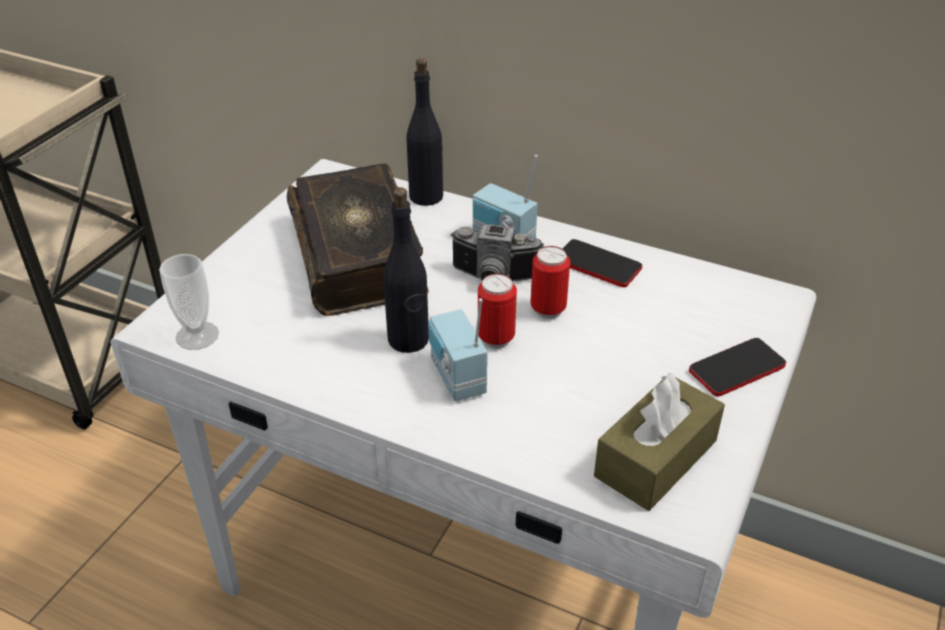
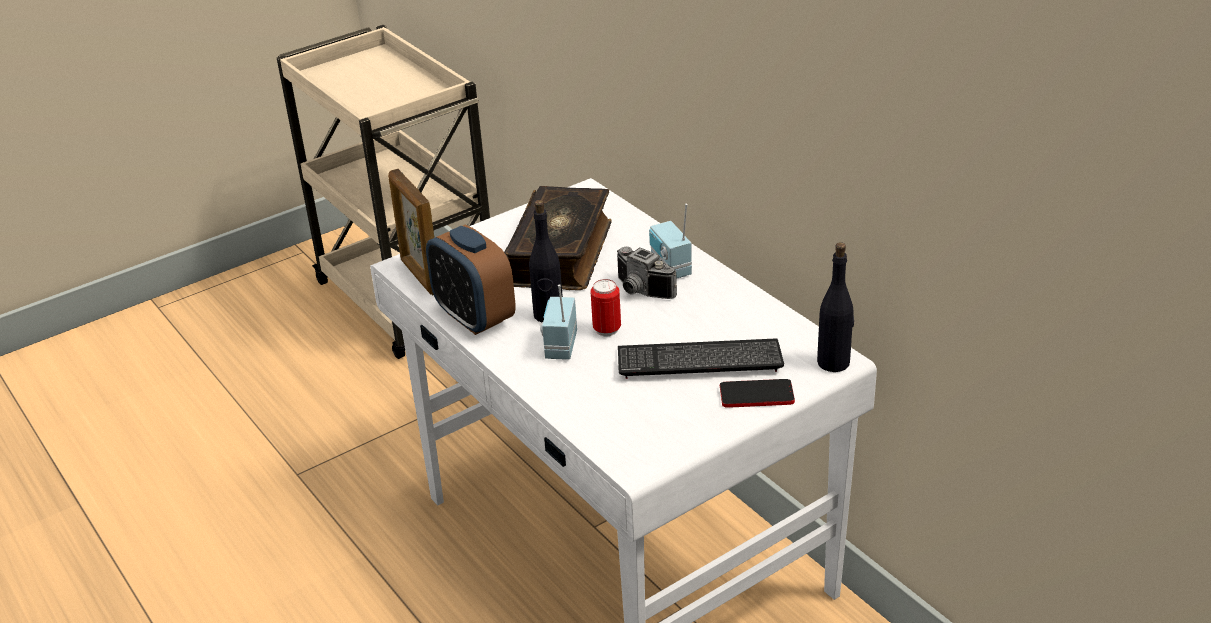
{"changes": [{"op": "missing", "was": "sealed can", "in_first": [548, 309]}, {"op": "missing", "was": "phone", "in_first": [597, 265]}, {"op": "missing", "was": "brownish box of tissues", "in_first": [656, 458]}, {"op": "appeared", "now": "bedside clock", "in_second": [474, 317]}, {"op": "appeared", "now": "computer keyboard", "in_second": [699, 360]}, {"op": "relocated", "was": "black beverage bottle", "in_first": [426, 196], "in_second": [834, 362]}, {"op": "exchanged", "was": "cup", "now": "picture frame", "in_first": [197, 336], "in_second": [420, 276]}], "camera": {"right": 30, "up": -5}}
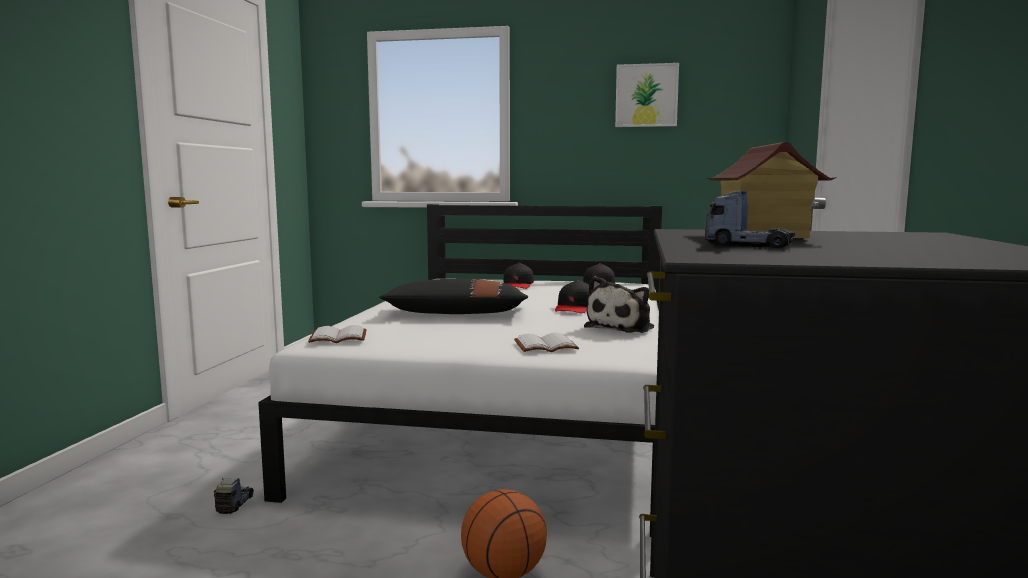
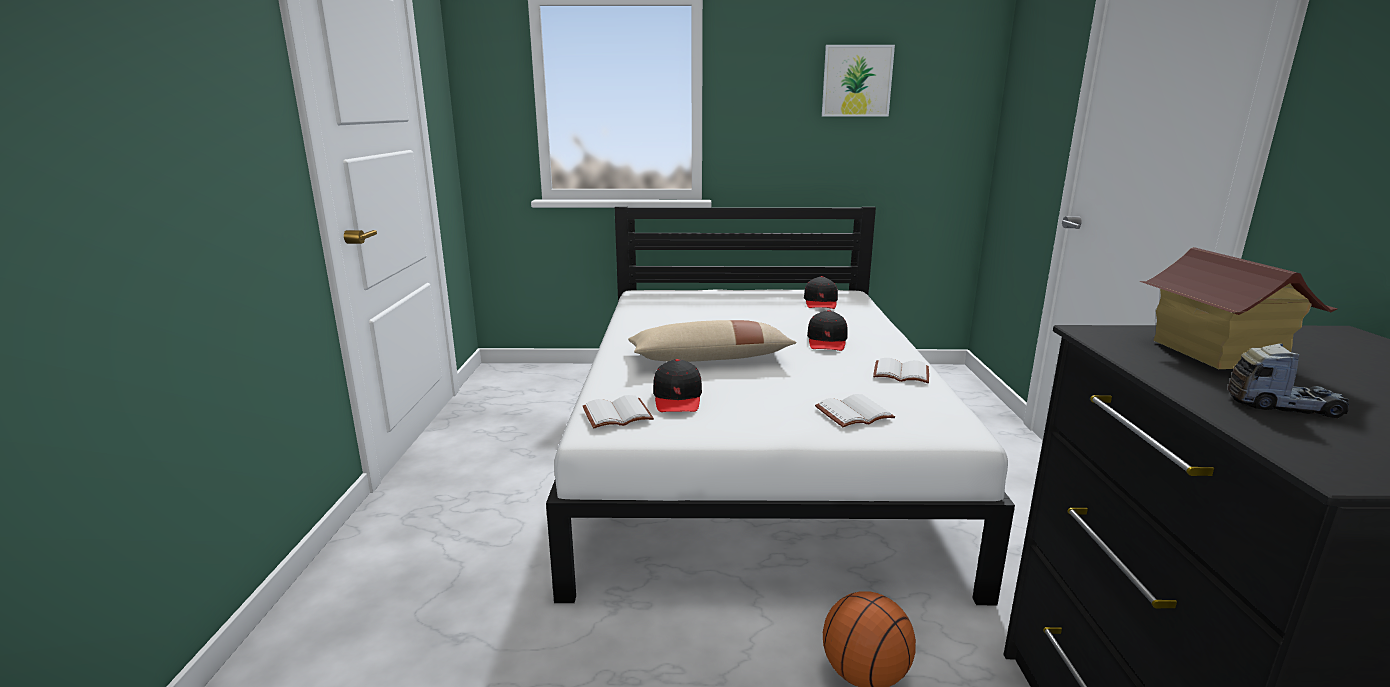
{"changes": [{"op": "missing", "was": "toy truck", "in_first": [234, 504]}, {"op": "relocated", "was": "black peaked cap", "in_first": [518, 285], "in_second": [678, 398]}, {"op": "exchanged", "was": "cuddly toy", "now": "white-coloured book", "in_first": [622, 327], "in_second": [902, 373]}, {"op": "colour", "was": "black pillow", "now": "beige-coloured pillow", "in_first": [457, 314], "in_second": [710, 359]}], "camera": {"right": -10, "up": 10}}
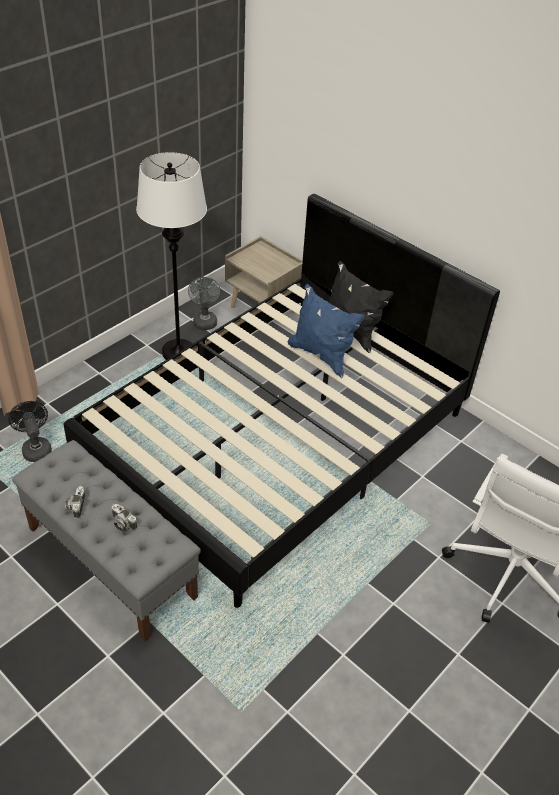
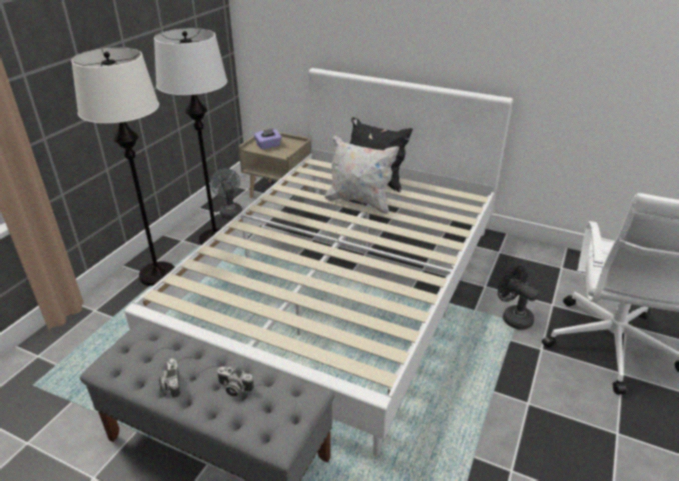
{"changes": [{"op": "appeared", "now": "white-coloured floor lamp", "in_second": [158, 275]}, {"op": "appeared", "now": "purple-coloured box of tissues", "in_second": [268, 146]}, {"op": "relocated", "was": "black fan", "in_first": [35, 448], "in_second": [513, 317]}, {"op": "colour", "was": "black bed", "now": "white-coloured bed", "in_first": [277, 438], "in_second": [340, 287]}, {"op": "colour", "was": "blue pillow", "now": "white-coloured pillow", "in_first": [321, 355], "in_second": [359, 201]}], "camera": {"right": -15, "up": -10}}
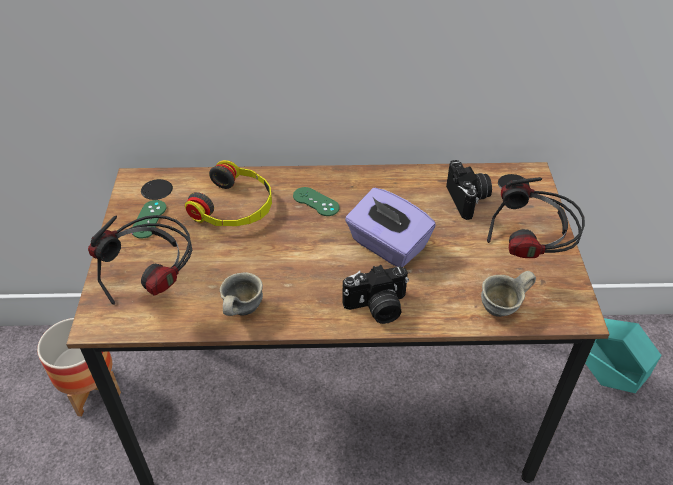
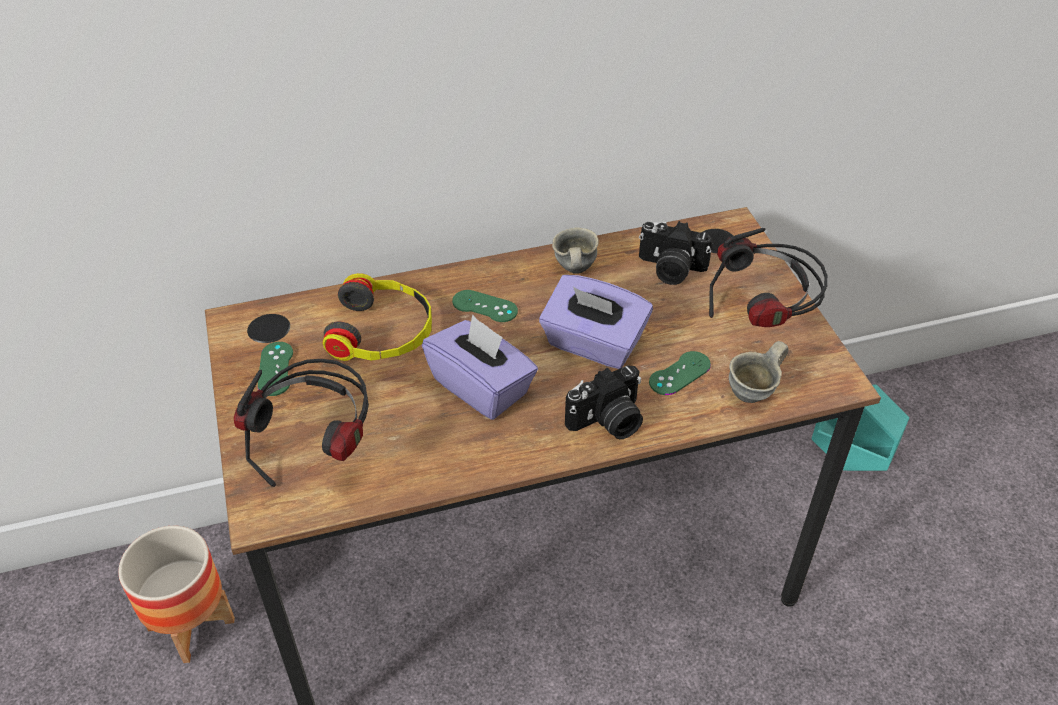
{"changes": [{"op": "appeared", "now": "purple-coloured box of tissues", "in_second": [481, 387]}, {"op": "appeared", "now": "greenish game controller", "in_second": [679, 373]}, {"op": "relocated", "was": "greyish mug", "in_first": [240, 310], "in_second": [572, 271]}, {"op": "spun", "was": "photo camera", "in_first": [468, 199], "in_second": [670, 269], "clockwise": 135}], "camera": {"right": -15, "up": 0}}
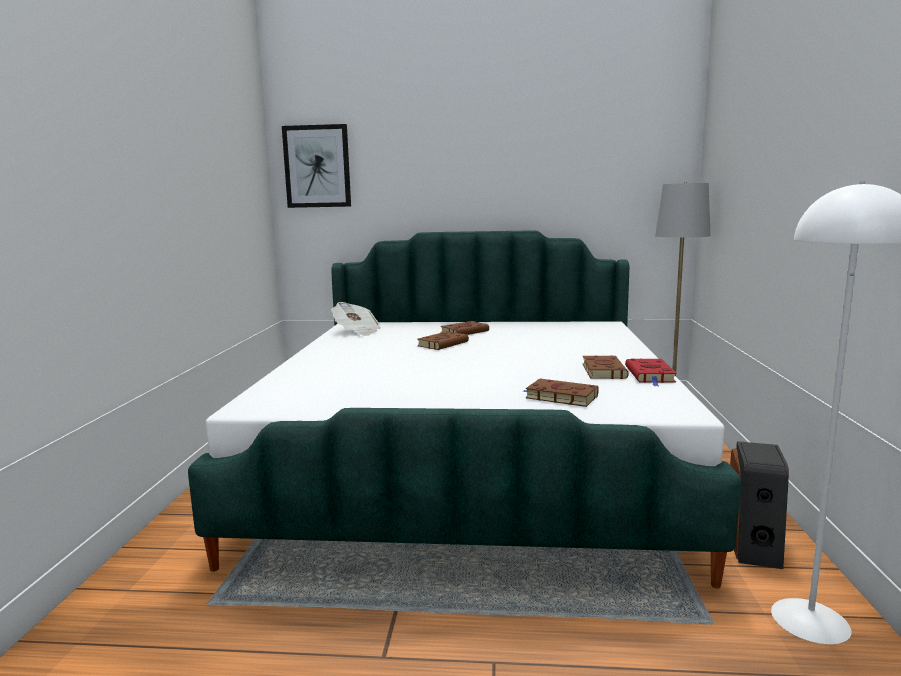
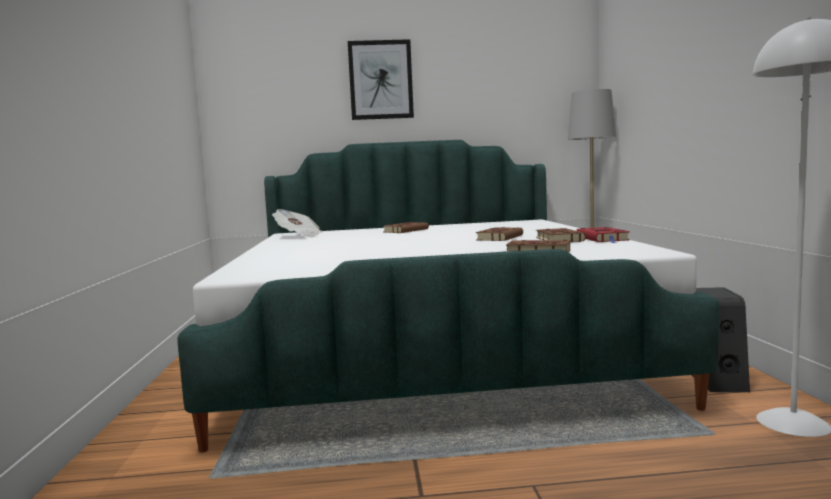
{"changes": [{"op": "relocated", "was": "wall picture", "in_first": [317, 166], "in_second": [380, 80]}, {"op": "relocated", "was": "brownish book", "in_first": [444, 344], "in_second": [500, 238]}], "camera": {"right": -10, "up": -5}}
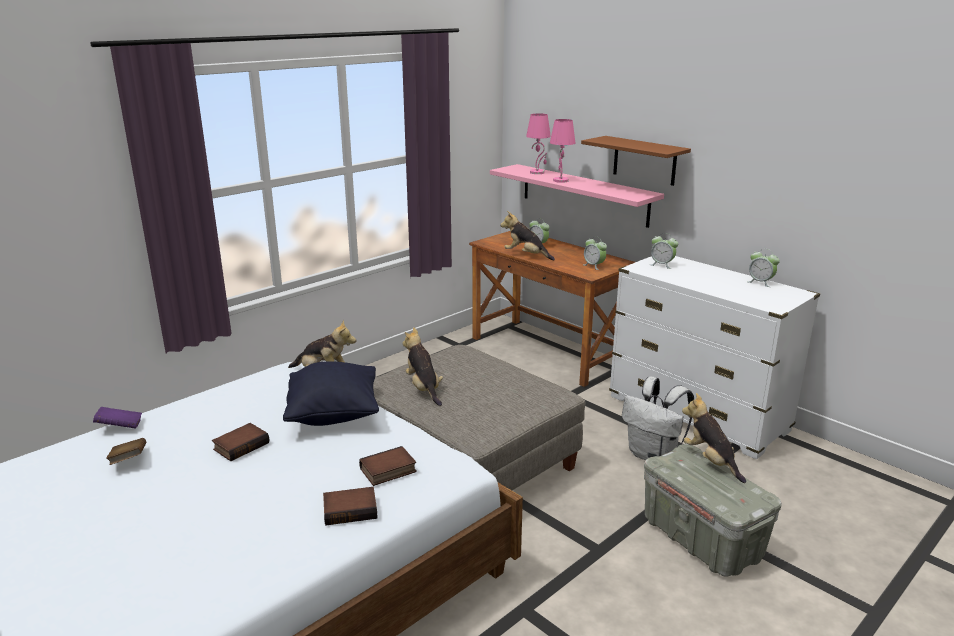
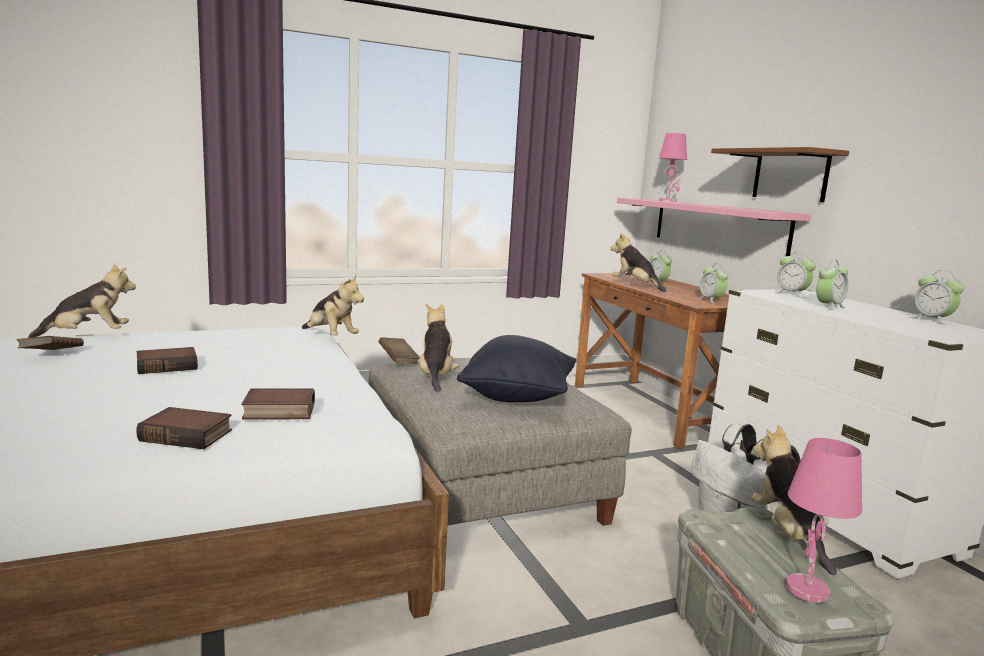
{"changes": [{"op": "appeared", "now": "brownish book", "in_second": [398, 361]}, {"op": "appeared", "now": "bedside clock", "in_second": [828, 307]}, {"op": "relocated", "was": "black pillow", "in_first": [334, 415], "in_second": [518, 397]}, {"op": "relocated", "was": "pinkish table lamp", "in_first": [560, 180], "in_second": [806, 589]}, {"op": "exchanged", "was": "purple-coloured book", "now": "cuddly toy", "in_first": [120, 427], "in_second": [88, 336]}], "camera": {"right": 20, "up": -10}}
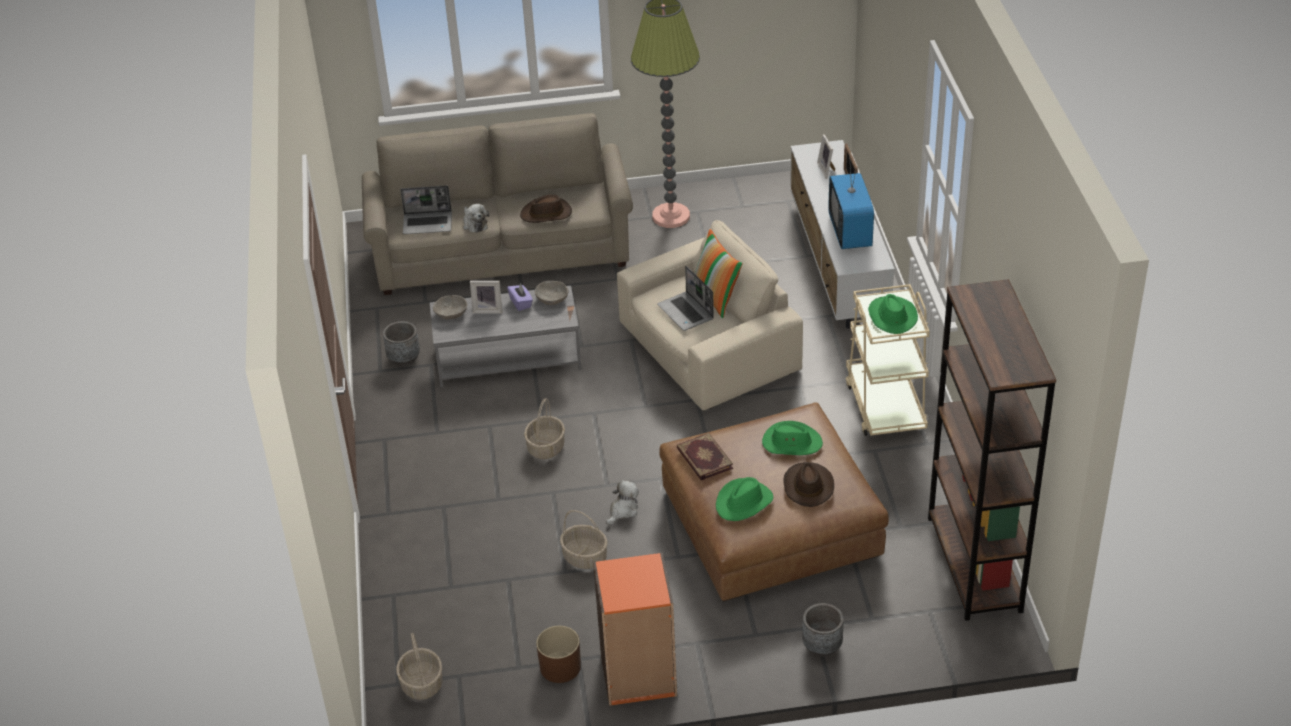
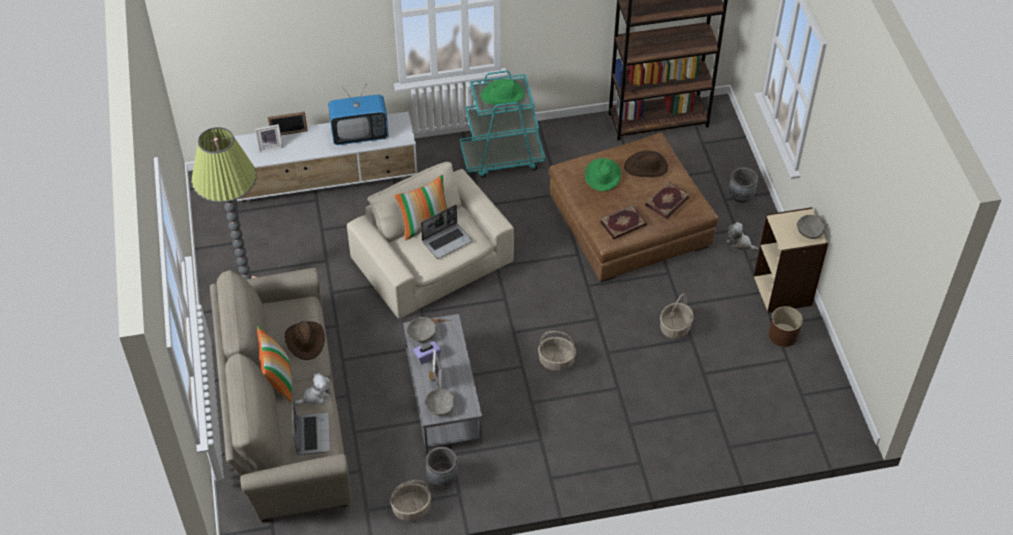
{"changes": [{"op": "appeared", "now": "pillow", "in_second": [278, 379]}, {"op": "appeared", "now": "greyish bowl", "in_second": [810, 232]}, {"op": "relocated", "was": "storage basket", "in_first": [422, 684], "in_second": [411, 508]}, {"op": "relocated", "was": "cuddly toy", "in_first": [623, 510], "in_second": [739, 243]}, {"op": "exchanged", "was": "greenish clothing hat", "now": "book", "in_first": [744, 502], "in_second": [666, 201]}, {"op": "colour", "was": "orange-coloured bookcase", "now": "beige-coloured bookcase", "in_first": [638, 676], "in_second": [783, 291]}, {"op": "colour", "was": "beige-coloured wheeled cart", "now": "blue-green wheeled cart", "in_first": [885, 405], "in_second": [502, 158]}], "camera": {"right": -95, "up": 10}}
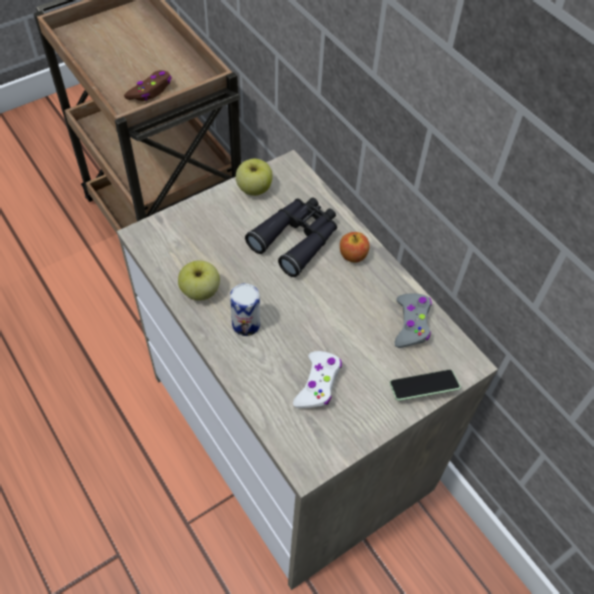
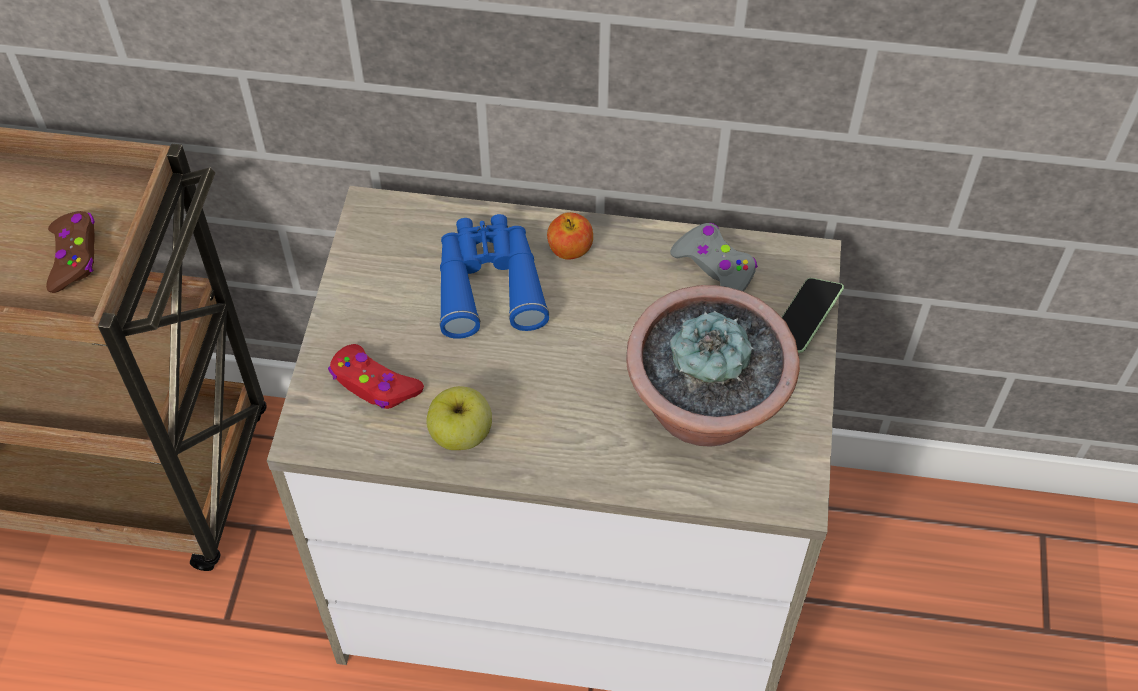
{"changes": [{"op": "missing", "was": "sealed can", "in_first": [246, 324]}, {"op": "missing", "was": "whole apple", "in_first": [254, 189]}, {"op": "appeared", "now": "reddish game controller", "in_second": [374, 384]}, {"op": "exchanged", "was": "white-coloured game controller", "now": "houseplant", "in_first": [318, 384], "in_second": [705, 411]}, {"op": "colour", "was": "black field glasses", "now": "blue field glasses", "in_first": [297, 239], "in_second": [489, 283]}], "camera": {"right": -45, "up": 0}}
